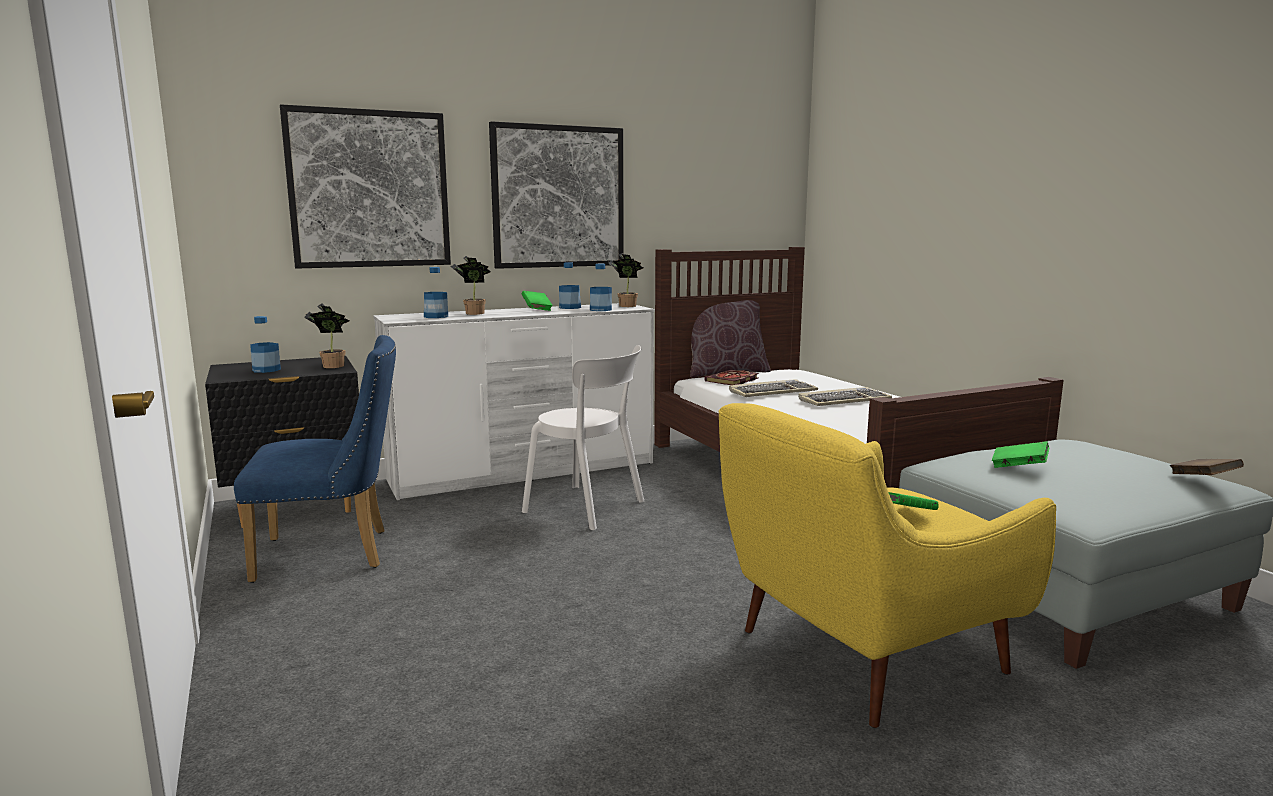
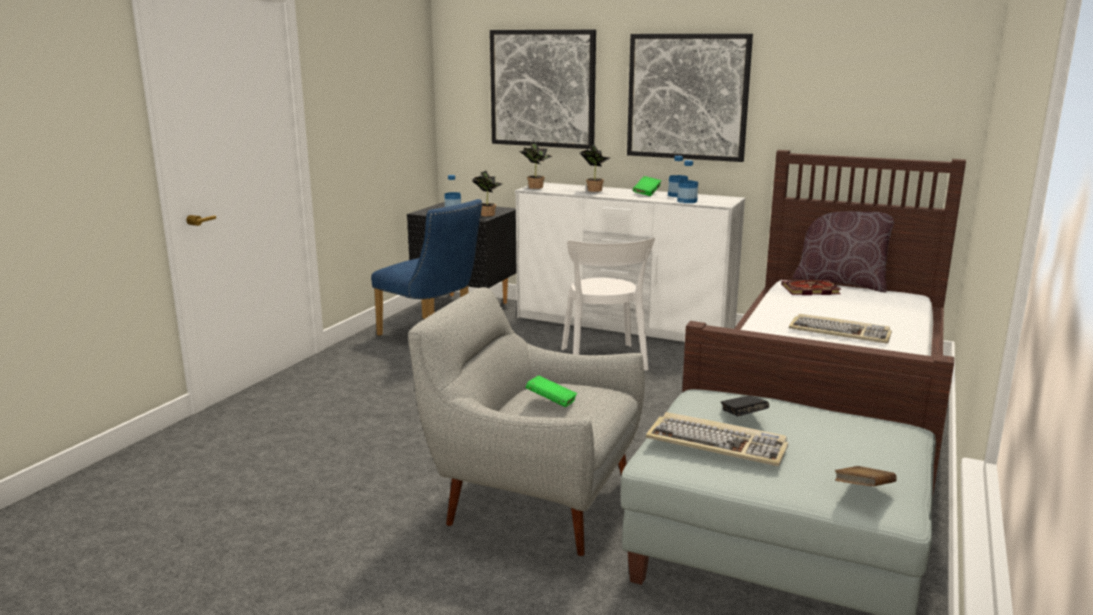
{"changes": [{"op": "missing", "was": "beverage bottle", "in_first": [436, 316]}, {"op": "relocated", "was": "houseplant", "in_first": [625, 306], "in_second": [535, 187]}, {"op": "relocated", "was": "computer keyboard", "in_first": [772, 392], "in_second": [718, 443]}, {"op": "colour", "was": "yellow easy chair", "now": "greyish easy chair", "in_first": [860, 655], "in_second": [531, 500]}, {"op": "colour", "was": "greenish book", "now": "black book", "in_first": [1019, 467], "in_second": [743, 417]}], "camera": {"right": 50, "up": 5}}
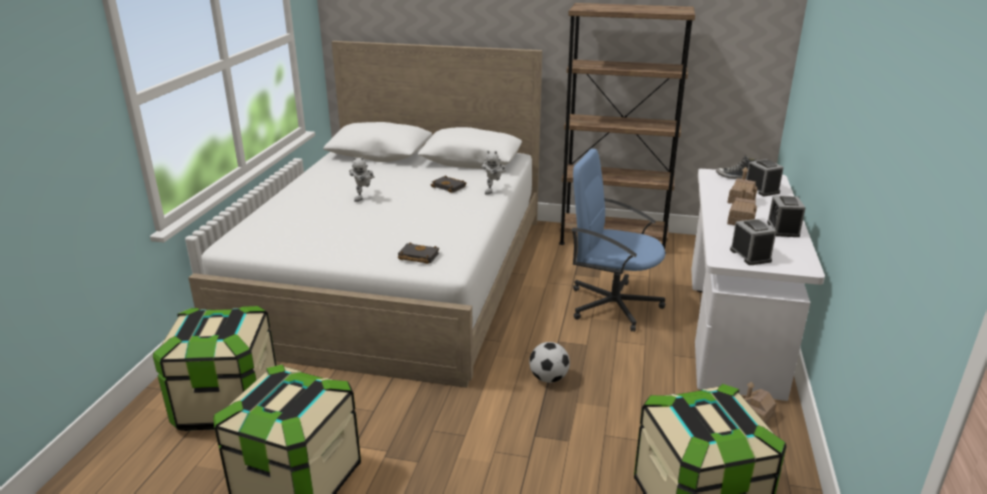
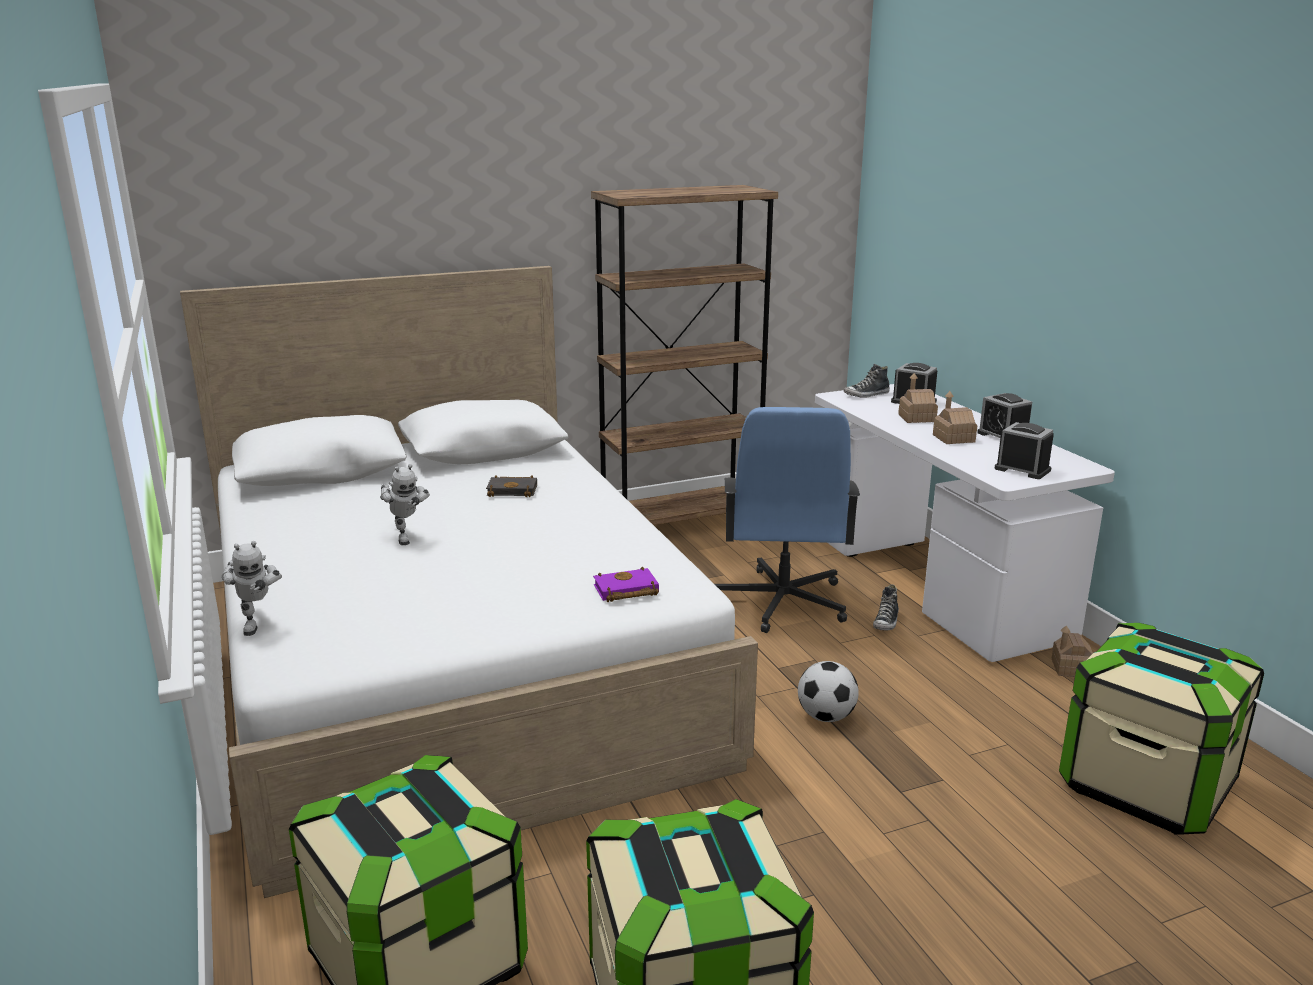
{"changes": [{"op": "appeared", "now": "item of footwear", "in_second": [886, 622]}, {"op": "relocated", "was": "toy robot", "in_first": [493, 191], "in_second": [257, 623]}, {"op": "colour", "was": "black book", "now": "purple-coloured book", "in_first": [417, 257], "in_second": [625, 591]}, {"op": "spun", "was": "blue office chair", "in_first": [612, 305], "in_second": [781, 602], "clockwise": -75}], "camera": {"right": -35, "up": -5}}
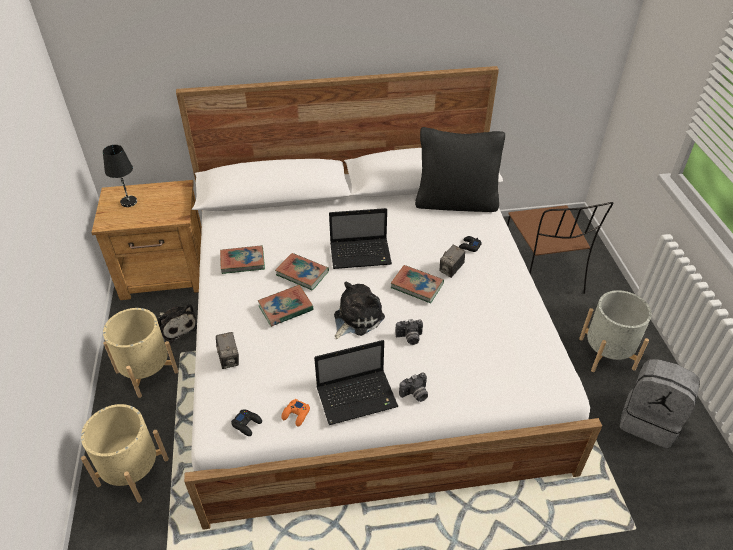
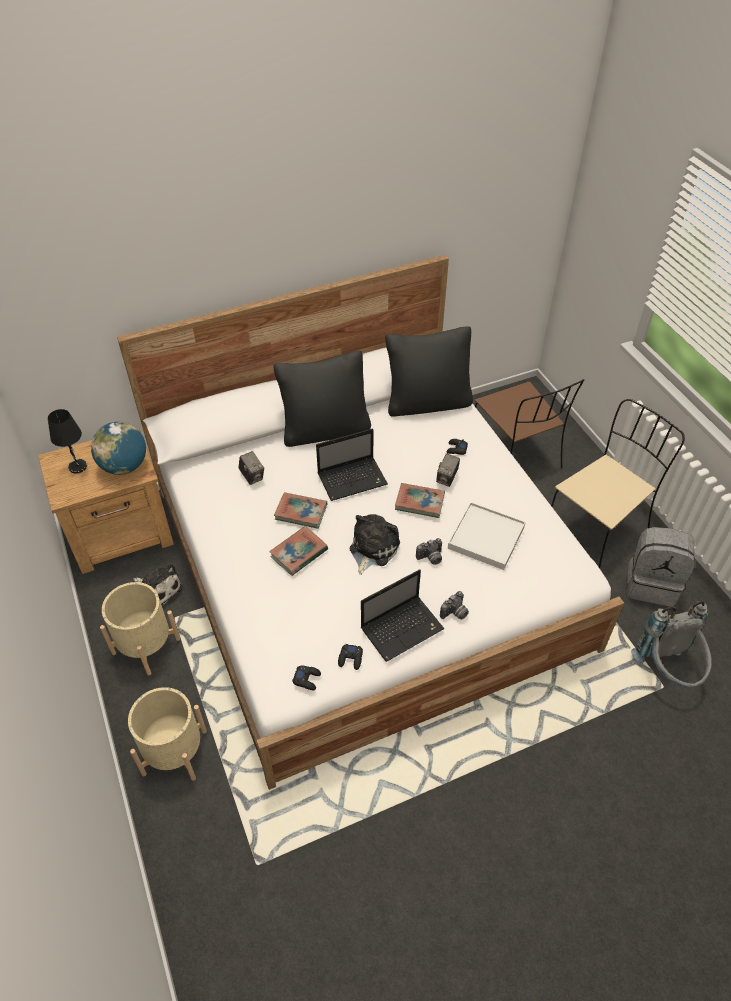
{"changes": [{"op": "missing", "was": "book", "in_first": [242, 262]}, {"op": "appeared", "now": "globe", "in_second": [124, 466]}, {"op": "appeared", "now": "black pillow", "in_second": [325, 430]}, {"op": "appeared", "now": "white-coloured serving tray", "in_second": [486, 538]}, {"op": "appeared", "now": "greyish rucksack", "in_second": [668, 671]}, {"op": "relocated", "was": "photo camera", "in_first": [229, 359], "in_second": [252, 476]}, {"op": "exchanged", "was": "greyish planter", "now": "beige-coloured plain chair", "in_first": [606, 353], "in_second": [597, 526]}, {"op": "colour", "was": "orange-coloured game controller", "now": "black game controller", "in_first": [296, 414], "in_second": [350, 659]}], "camera": {"right": -15, "up": 5}}
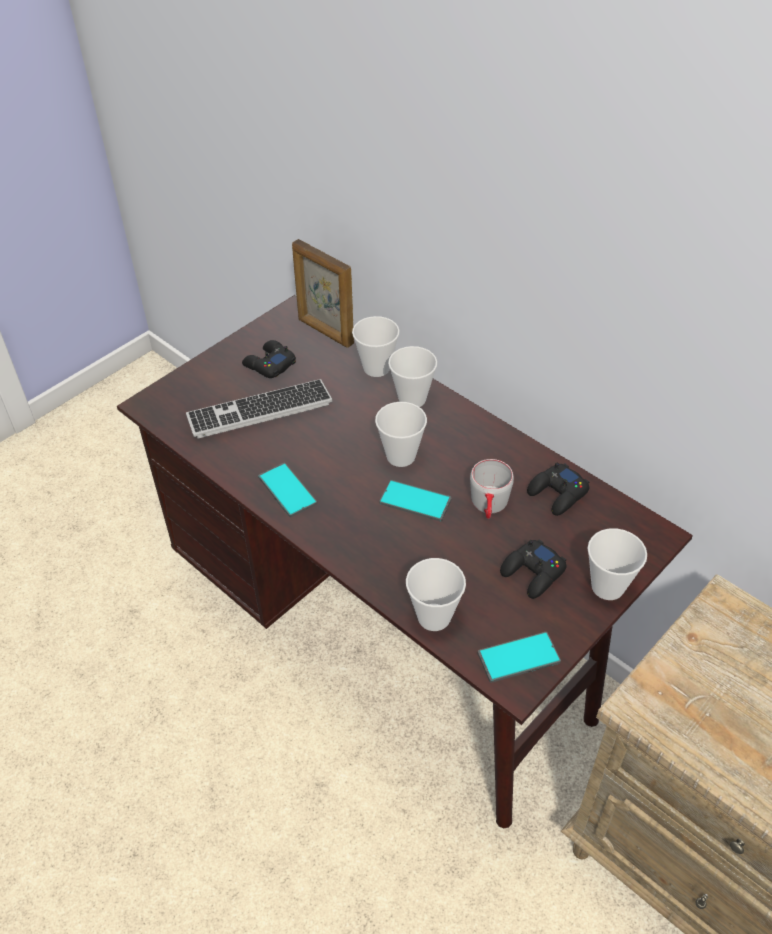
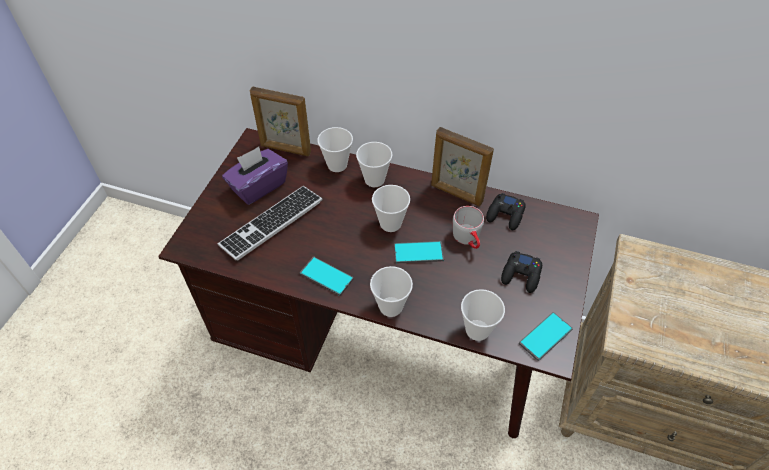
{"changes": [{"op": "appeared", "now": "picture frame", "in_second": [456, 194]}, {"op": "relocated", "was": "cup", "in_first": [607, 586], "in_second": [391, 306]}, {"op": "exchanged", "was": "black game controller", "now": "purple-coloured box of tissues", "in_first": [269, 364], "in_second": [258, 186]}], "camera": {"right": -25, "up": 5}}
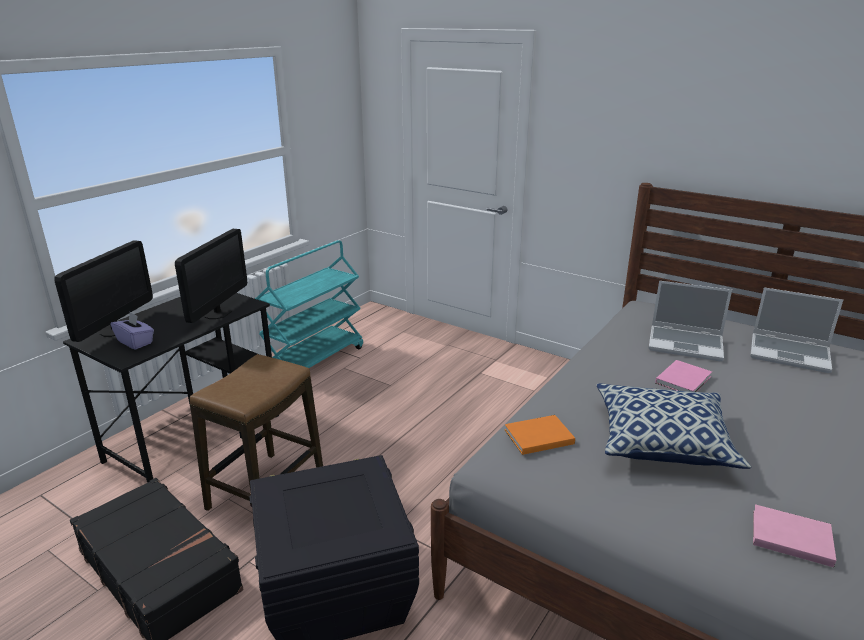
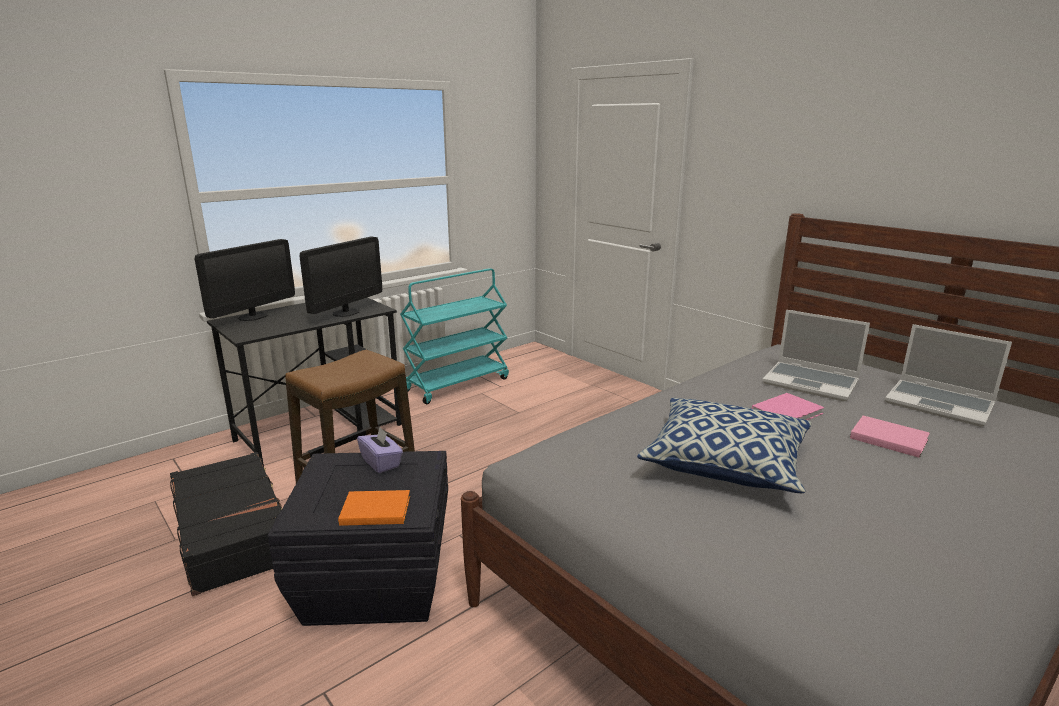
{"changes": [{"op": "relocated", "was": "purple-coloured box of tissues", "in_first": [135, 342], "in_second": [381, 463]}, {"op": "relocated", "was": "orange-coloured book", "in_first": [537, 436], "in_second": [374, 510]}, {"op": "relocated", "was": "pinkish book", "in_first": [788, 536], "in_second": [887, 438]}], "camera": {"right": 15, "up": -5}}
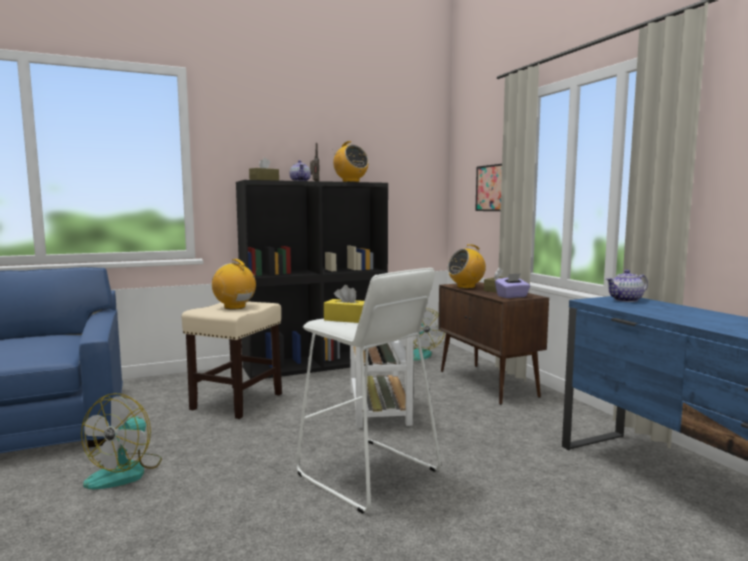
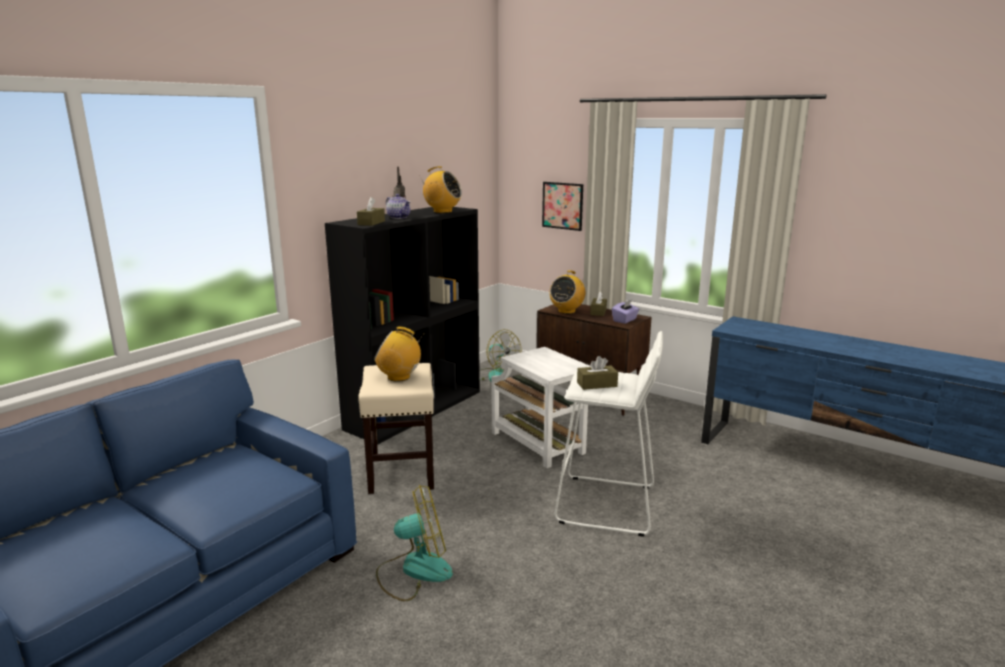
{"changes": [{"op": "missing", "was": "pot for tea", "in_first": [625, 300]}, {"op": "colour", "was": "yellow box of tissues", "now": "brownish box of tissues", "in_first": [347, 319], "in_second": [597, 384]}, {"op": "spun", "was": "fan", "in_first": [126, 472], "in_second": [414, 570], "clockwise": -90}], "camera": {"right": -30, "up": 10}}
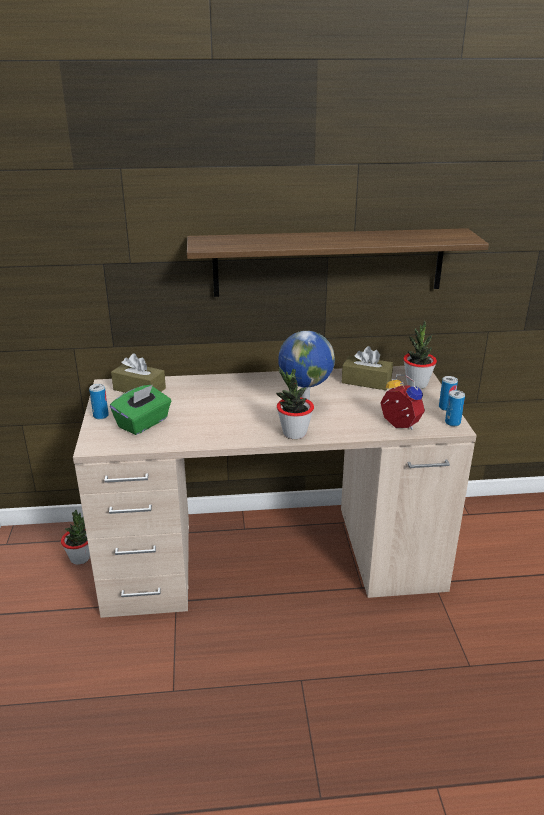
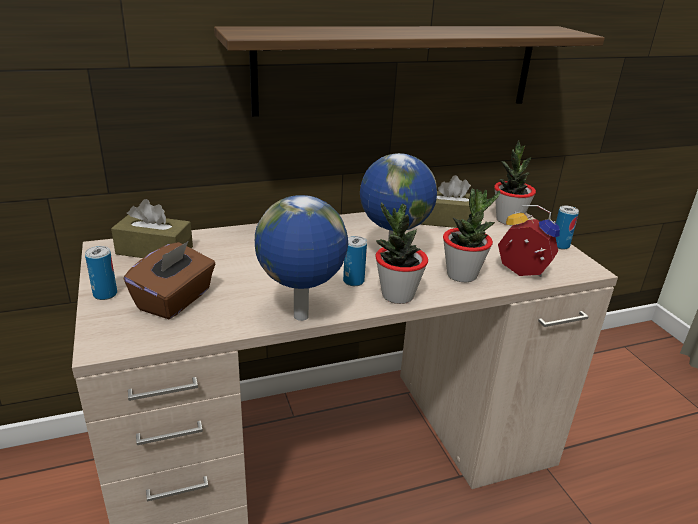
{"changes": [{"op": "appeared", "now": "globe", "in_second": [301, 317]}, {"op": "relocated", "was": "houseplant", "in_first": [80, 558], "in_second": [462, 275]}, {"op": "relocated", "was": "sealed can", "in_first": [452, 422], "in_second": [353, 281]}, {"op": "colour", "was": "greenish box of tissues", "now": "brownish box of tissues", "in_first": [143, 423], "in_second": [175, 300]}], "camera": {"right": -15, "up": 0}}
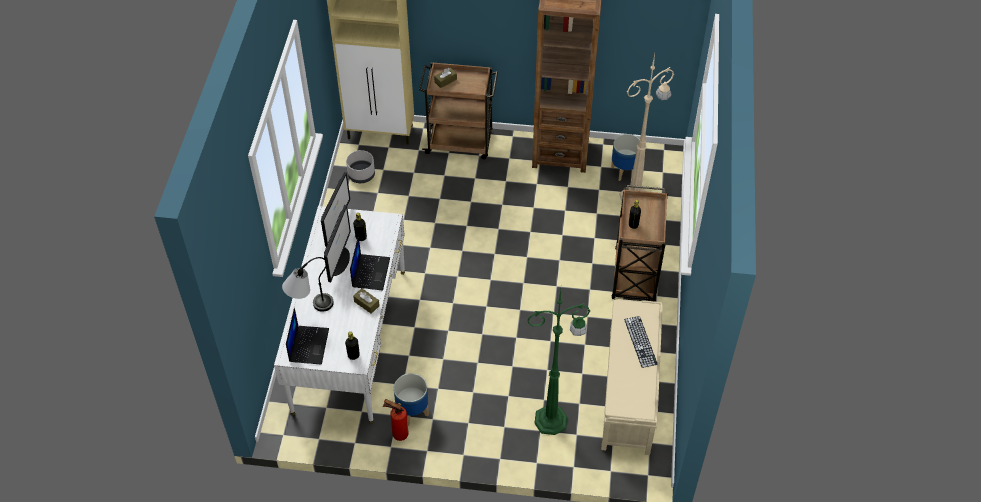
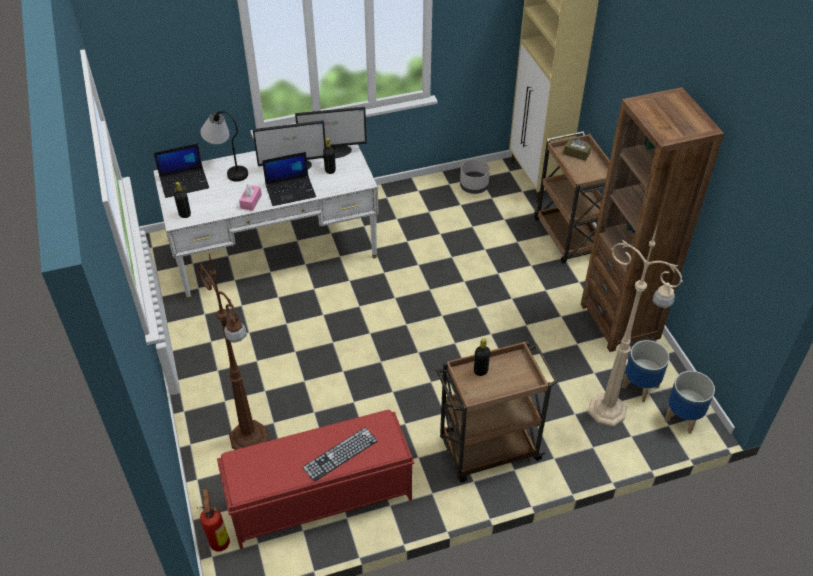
{"changes": [{"op": "relocated", "was": "extinguisher", "in_first": [398, 434], "in_second": [220, 540]}, {"op": "relocated", "was": "planter", "in_first": [413, 411], "in_second": [683, 418]}, {"op": "colour", "was": "brownish box of tissues", "now": "pinkish box of tissues", "in_first": [366, 303], "in_second": [251, 201]}, {"op": "colour", "was": "greenish floor lamp", "now": "brownish floor lamp", "in_first": [552, 420], "in_second": [250, 439]}, {"op": "colour", "was": "beige-coloured indoor bench", "now": "reddish indoor bench", "in_first": [629, 392], "in_second": [319, 499]}], "camera": {"right": 65, "up": -5}}
